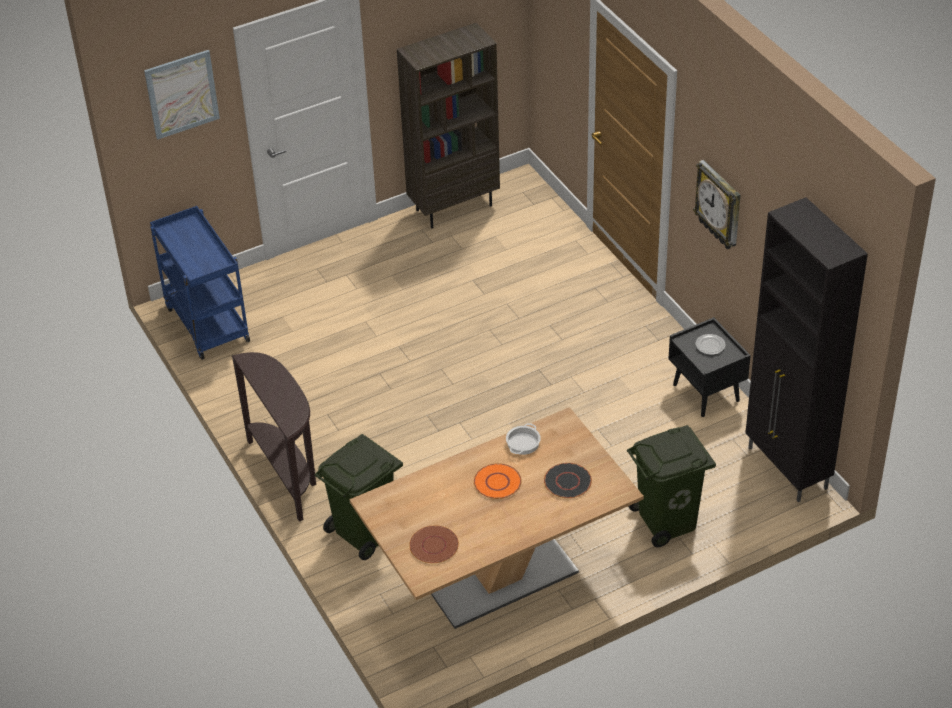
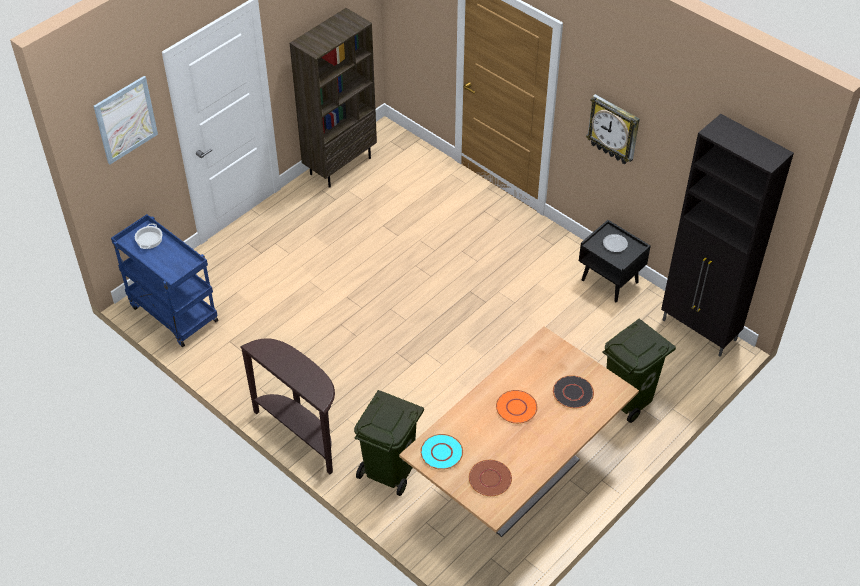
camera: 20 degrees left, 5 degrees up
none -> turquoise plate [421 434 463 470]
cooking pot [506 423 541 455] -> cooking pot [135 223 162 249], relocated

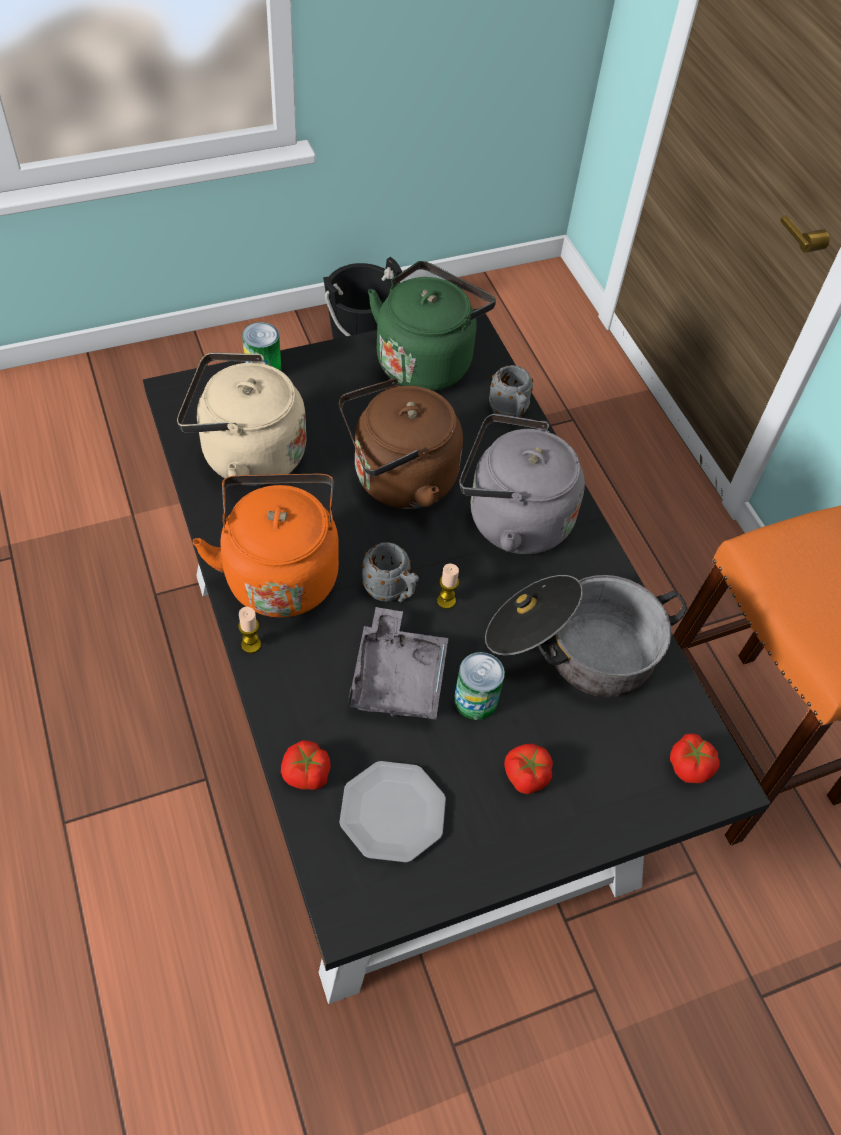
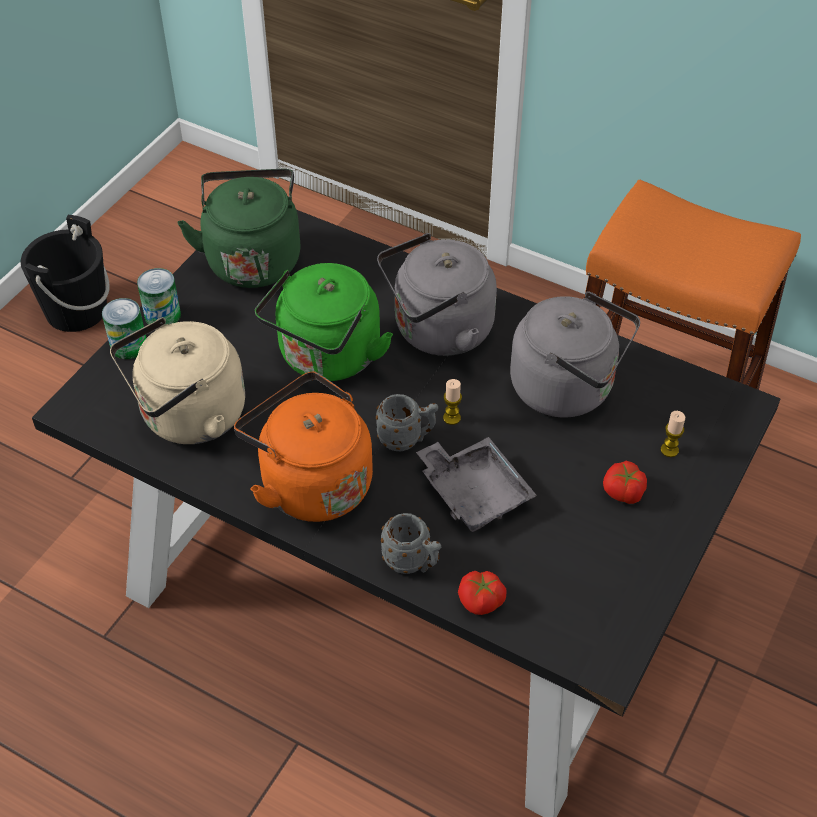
camera: 35 degrees left, 5 degrees down
plate [339 761 446 863] -> none
tomato [670 733 720 783] -> none
candle [238 607 261 653] -> candle [661 411 685 457], relocated
can [454 652 505 720] -> can [137 268 181 325], relocated
grey mug [489 365 533 418] -> grey mug [381 513 441 574], relocated
cooking pot [485 575 686 697] -> grey kettle [510 291 640 418]
brown kettle [339 378 463 509] -> green kettle [255 263 393 381]

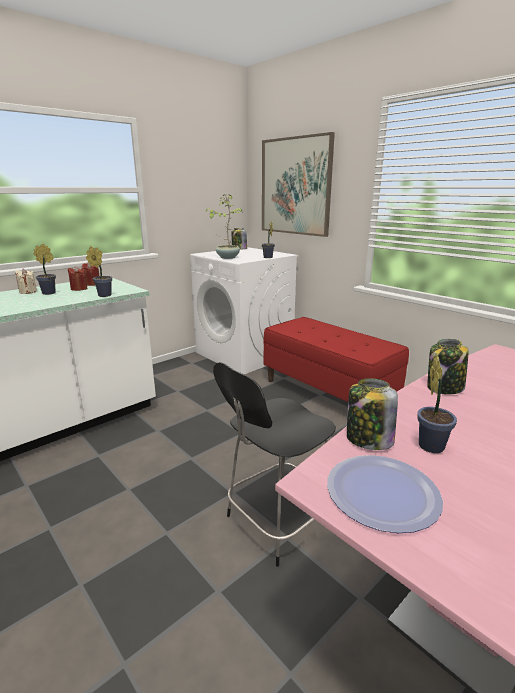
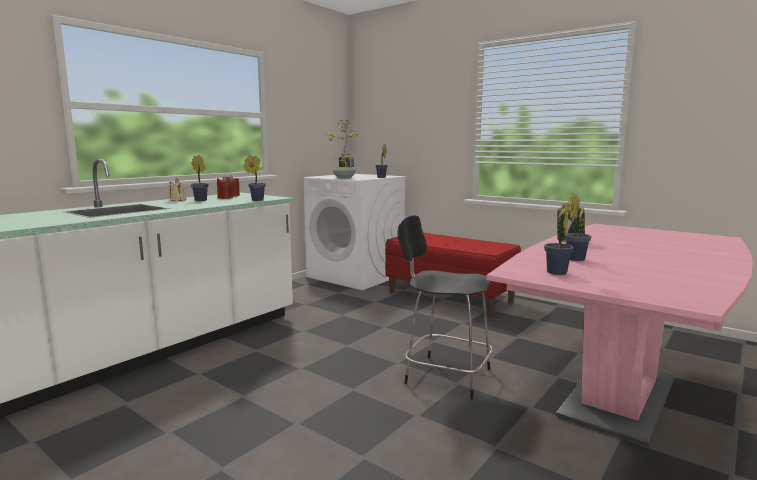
camera: 10 degrees left, 10 degrees down
picture [262 132 335 237] -> none
jar [347 378 398 450] -> none
plate [327 455 443 533] -> potted plant [544 200 574 275]
black chair [213 362 336 567] -> black chair [397 215 493 399], 75 degrees clockwise

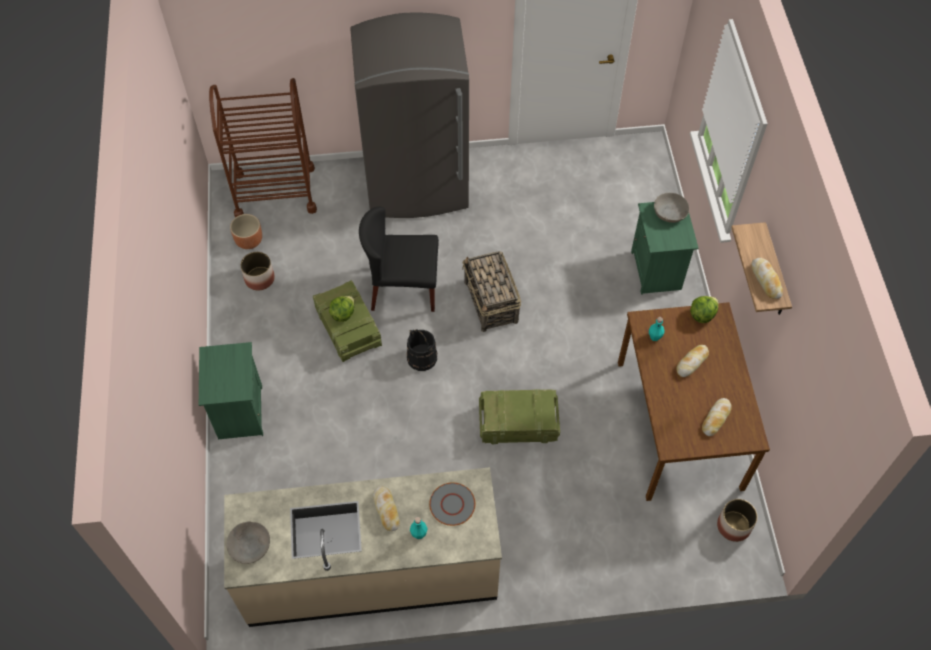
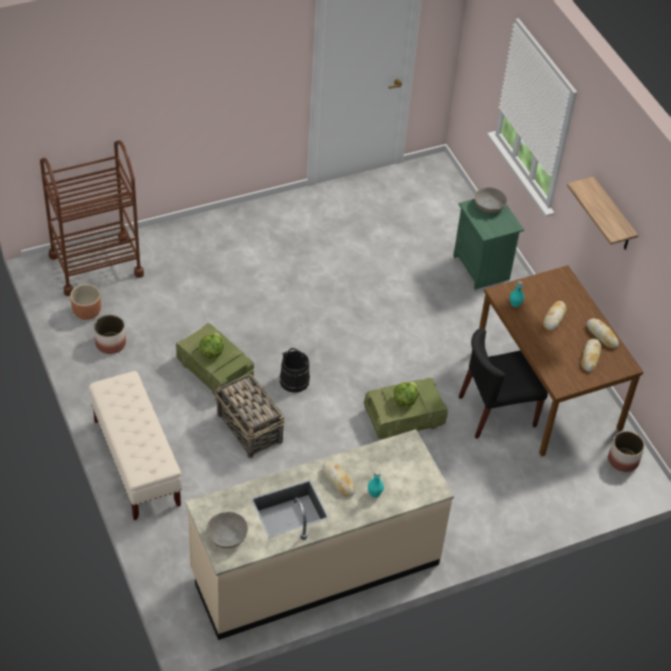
camera: 20 degrees left, 10 degrees down
grey fridge [350 12 469 218] -> none
grey plate [429 482 475 526] -> none
black chair [359 206 439 312] -> black chair [459 328 548 439], relocated
basket [462 251 521 332] -> basket [215 374 285 458], relocated
lettuce [690 296 718 323] -> lettuce [394 382 418 407], relocated
bread [752 258 783 299] -> bread [587 318 619 348], relocated
green nightstand [199 342 263 439] -> beige bench [89 371 182 520]

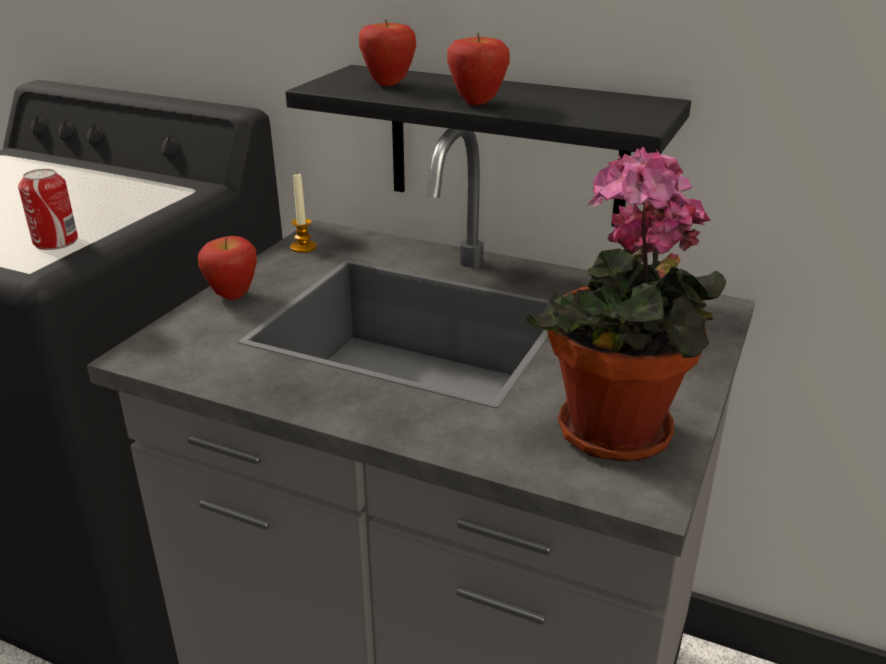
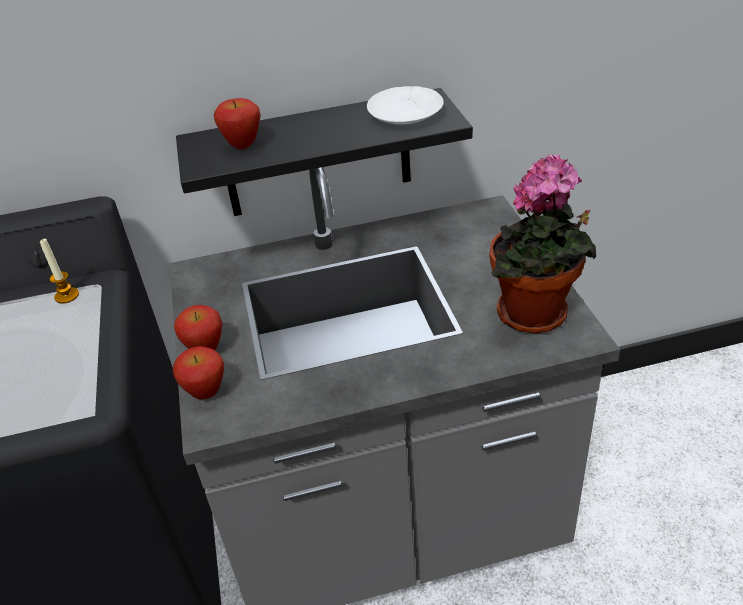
camera: 35 degrees left, 10 degrees up
can [18 169 78 250] -> none
none -> white plate [367 86 444 125]
candle [290 174 317 253] -> candle [40 239 79 304], relocated
apple [447 33 510 105] -> apple [173 346 224 399], relocated

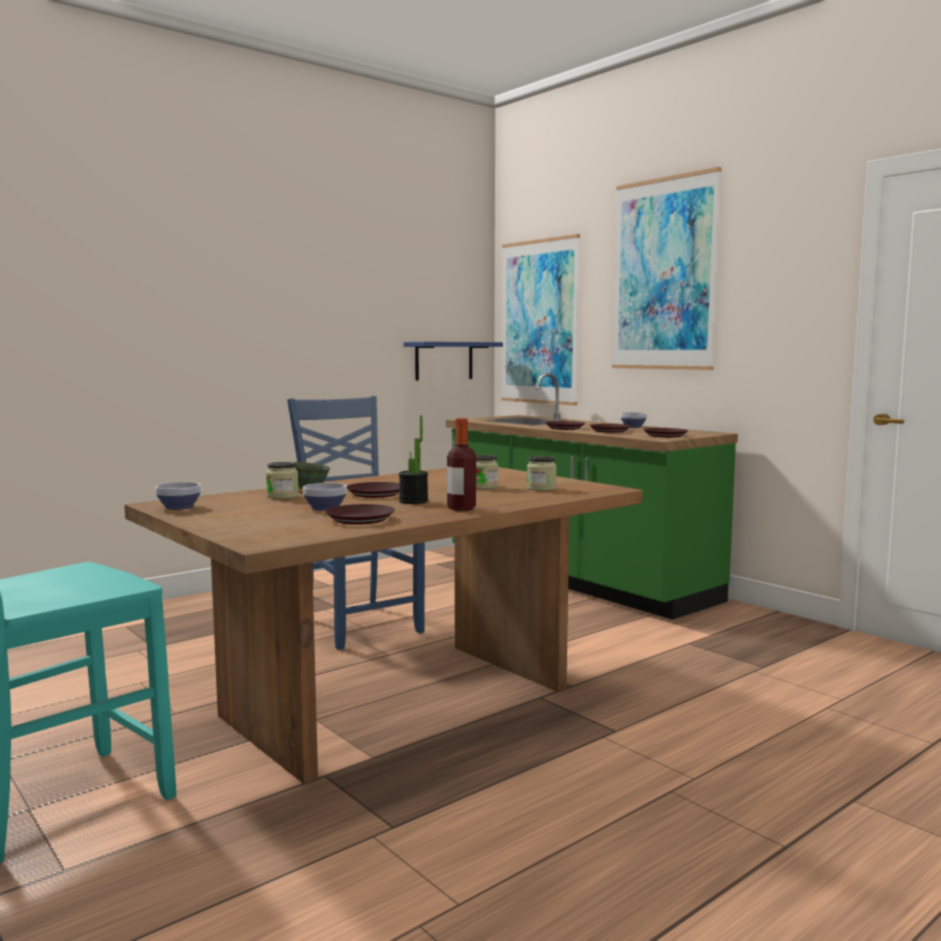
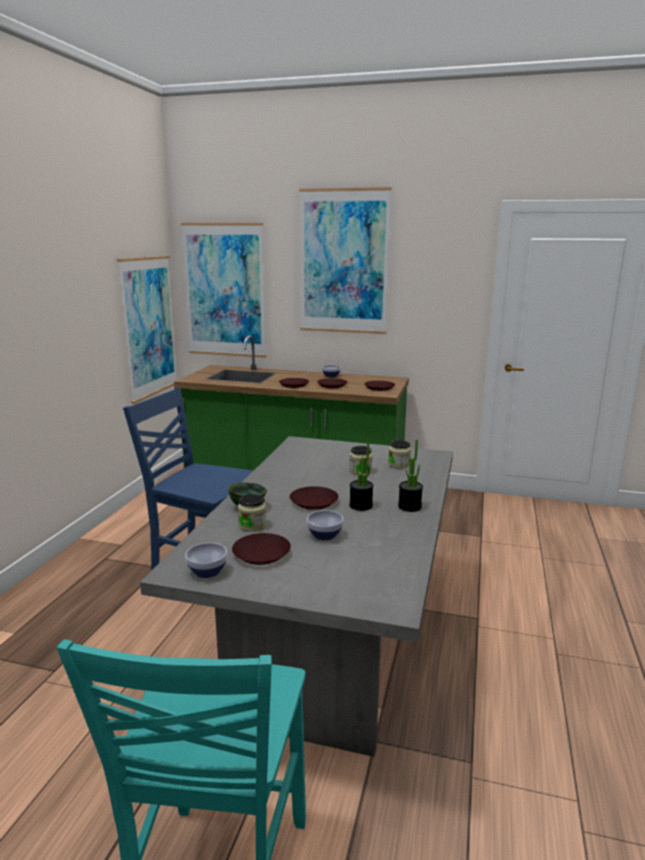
camera: 35 degrees left, 10 degrees up
brown plate [325 504 395 525] -> brown plate [232 533 291 565], relocated
blue shelf [404 342 503 380] -> picture [117 256 177 404]
bottle [447 418 476 511] -> potted plant [398 440 423 512]
brown dining table [124 467 643 785] -> grey dining table [140 436 453 757]

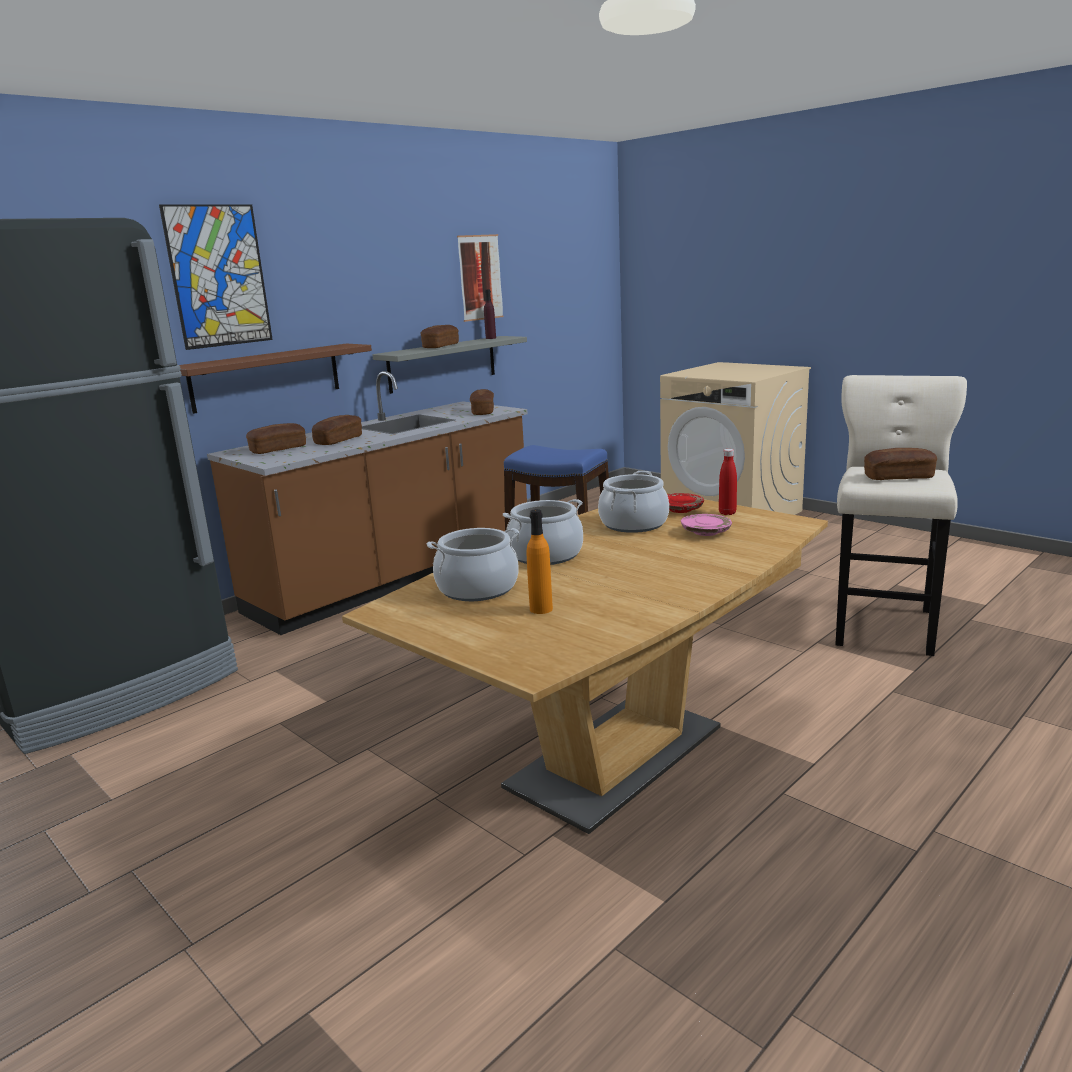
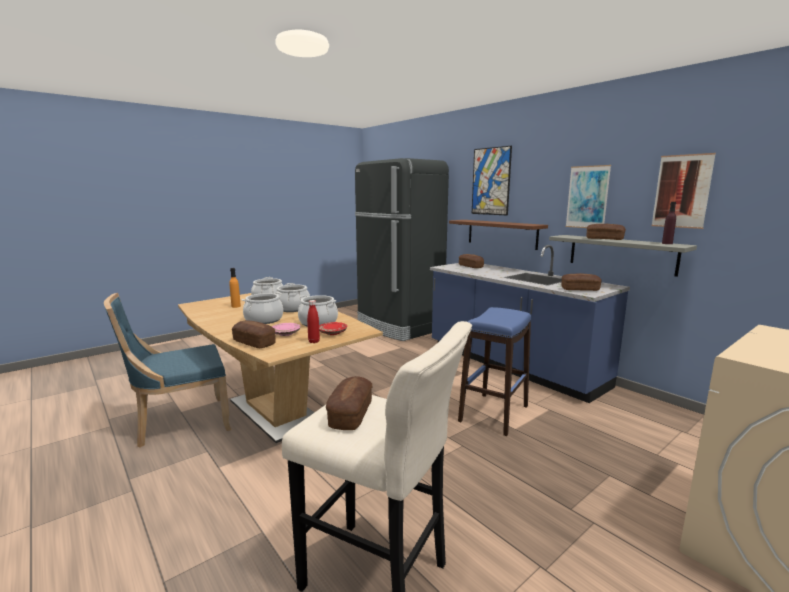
camera: 95 degrees right, 5 degrees down
none -> blue chair [104 293 232 448]
none -> cooking pot [241 292 283 324]
none -> picture [565 165 611 228]
bread [312 415 362 445] -> bread [232 320 276 348], relocated
brown counter [207 371 528 635] -> blue counter [430 245 630 403]

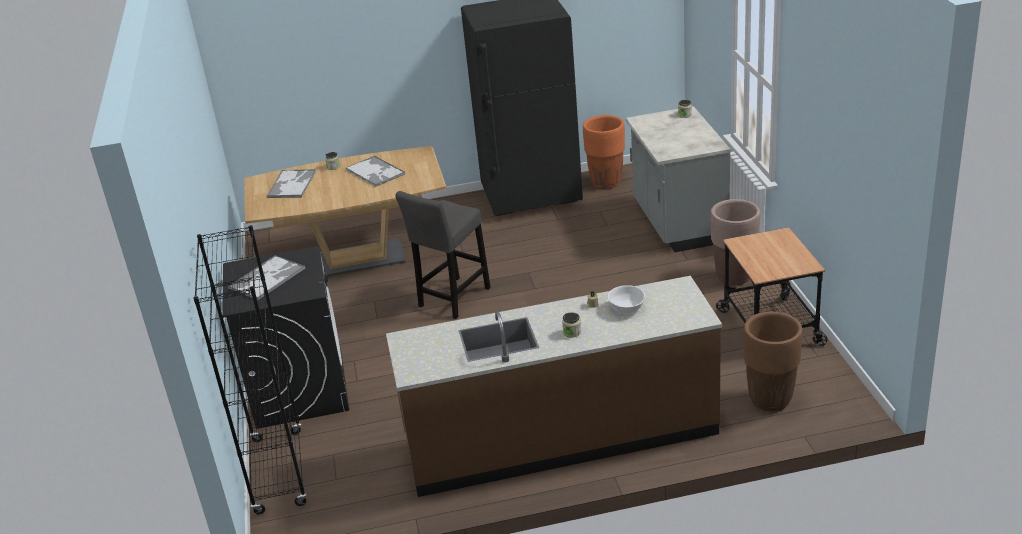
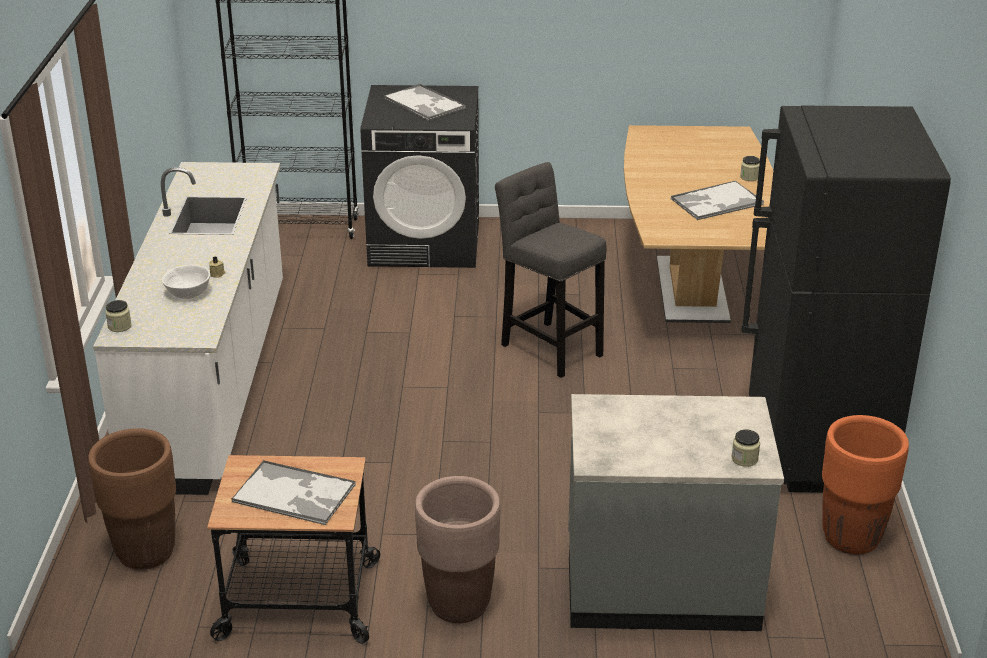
camera: 100 degrees right, 0 degrees up
tray [266 169 316 198] -> tray [231 460 355 525], relocated
jar [562 312 581 338] -> jar [105 300 132 332], relocated
brown counter [386 276 722 497] -> white counter [93 162 283 495]

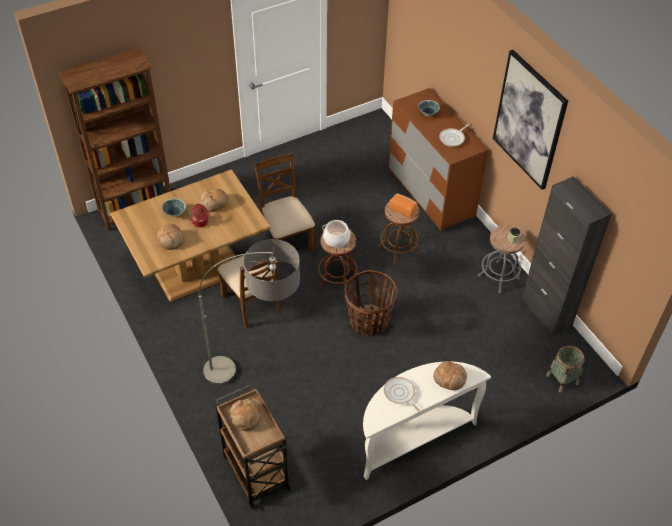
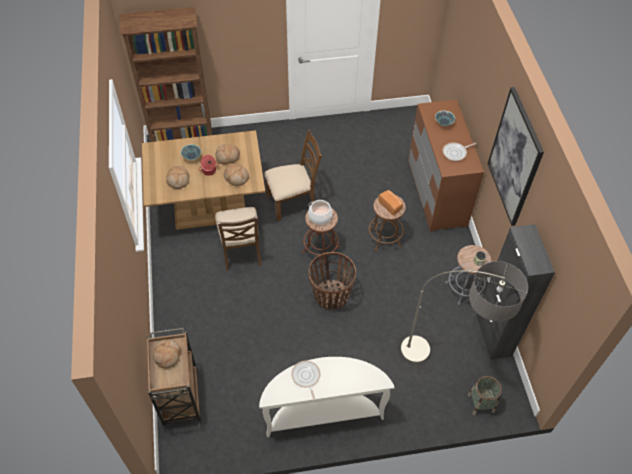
camera: 20 degrees right, 5 degrees up
floor lamp [199 239 300 385] -> floor lamp [401 261 528 363], relocated
bread [433 361 467 390] -> bread [224 163 249 186], relocated
brown chair [254 153 315 252] -> brown chair [264 130 322 221], 75 degrees clockwise

